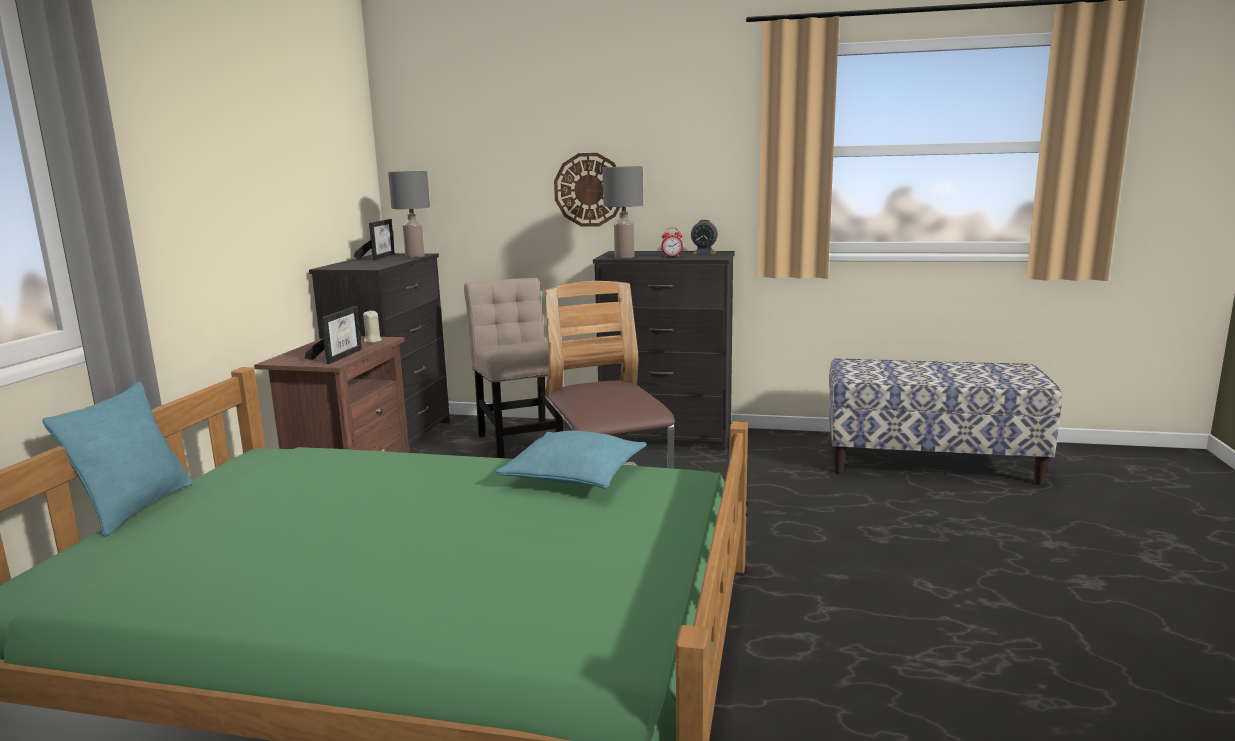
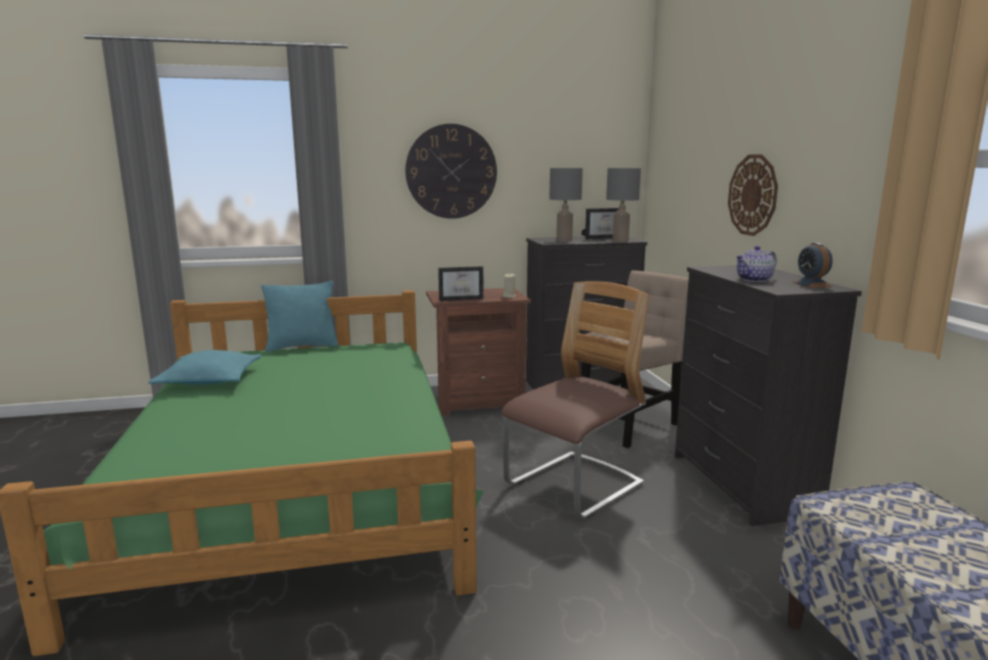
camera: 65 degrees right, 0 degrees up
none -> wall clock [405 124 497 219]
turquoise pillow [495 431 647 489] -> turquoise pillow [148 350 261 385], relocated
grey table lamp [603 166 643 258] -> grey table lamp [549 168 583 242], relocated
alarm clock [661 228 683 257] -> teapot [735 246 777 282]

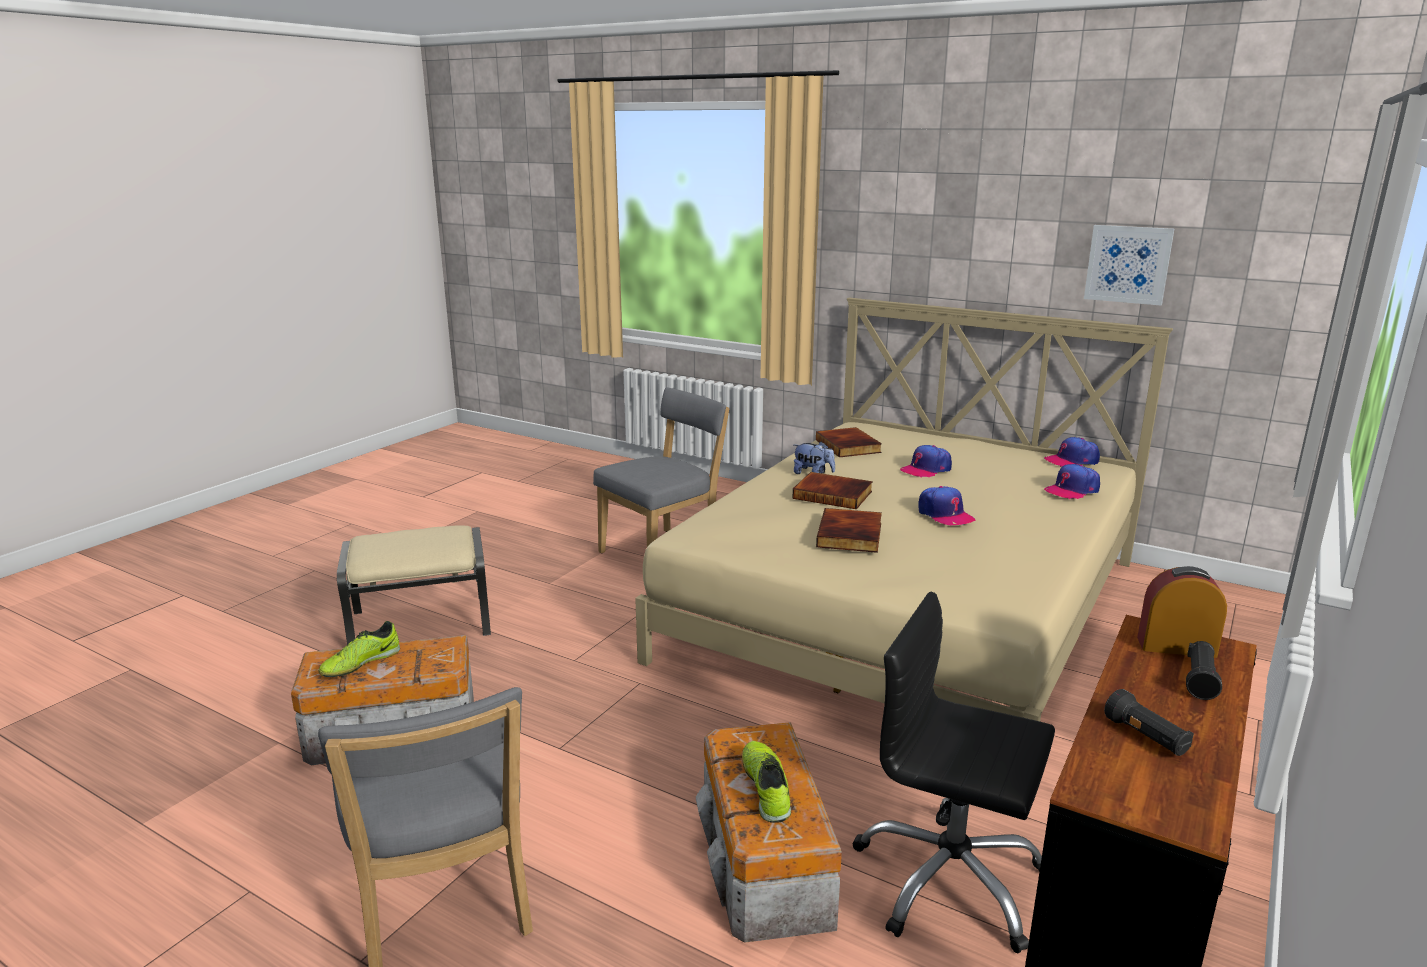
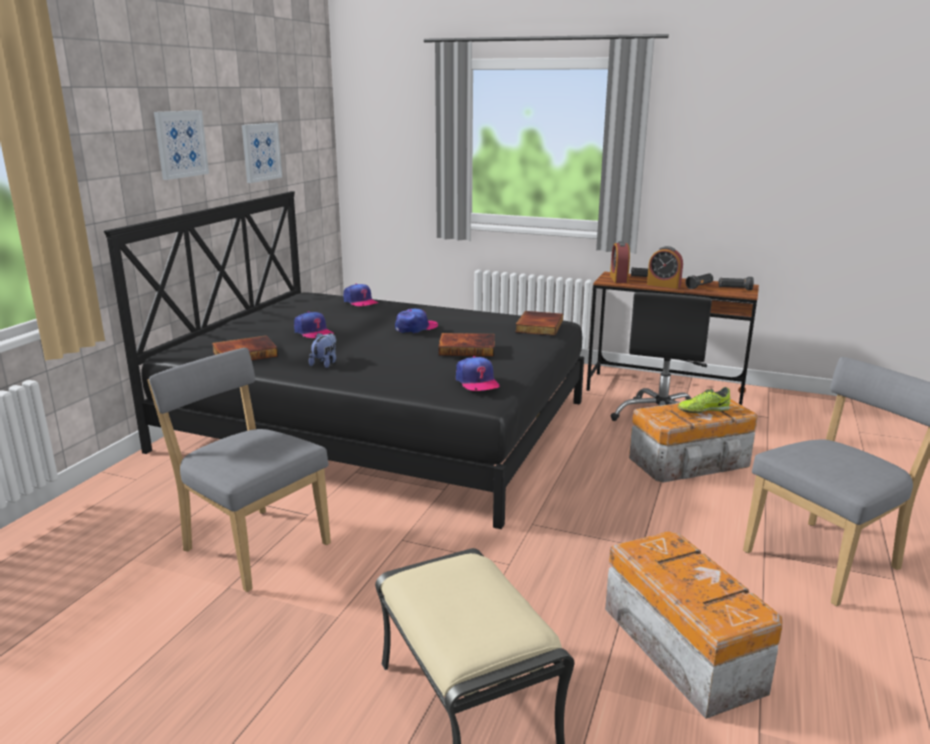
camera: 100 degrees left, 0 degrees up
shoe [319 621 400 677] -> none
none -> picture [154 110 209 180]
none -> alarm clock [647 246 683 289]
none -> black flashlight [718 277 754 290]
book [793 472 873 509] -> book [515 311 563 336], relocated
cap [1044 437 1100 467] -> cap [456 356 500 391], relocated
beige bed [635 297 1173 721] -> black bed [104 191 584 529]

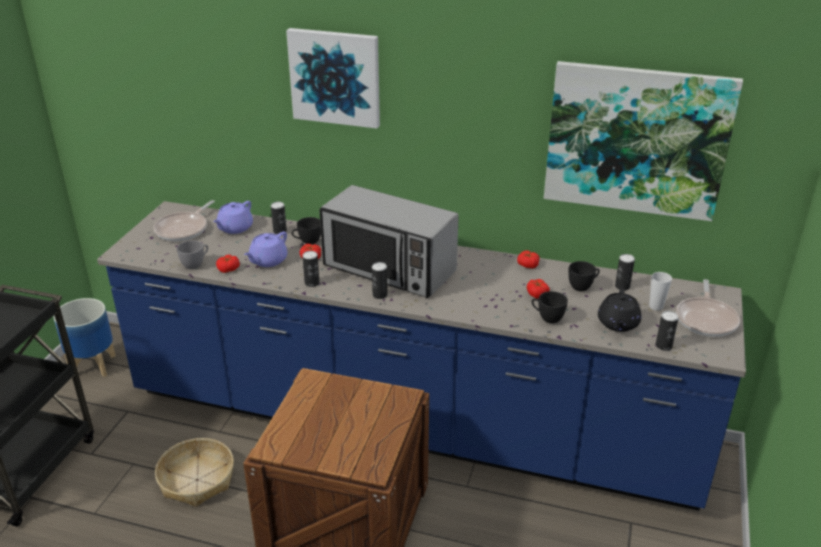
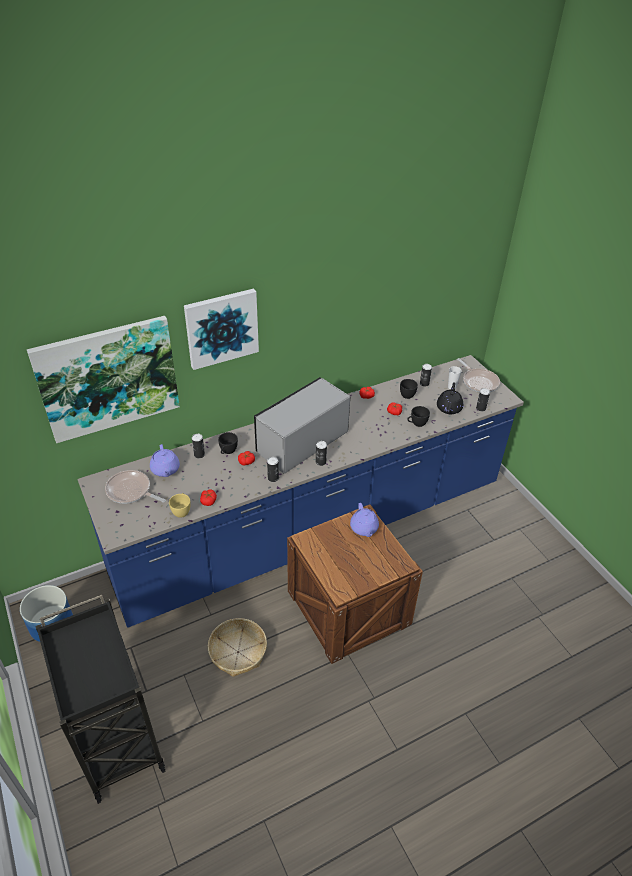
camera: 45 degrees left, 10 degrees up
purple teapot [244 232 288 267] -> purple teapot [350 503 379 537], relocated
picture [544 61 743 221] -> picture [27 316 180 443], relocated
grey cup [177 240 208 269] -> yellow cup [169 493 191 518]
frying pan [154 200 215 241] -> frying pan [105 470 166 504], 135 degrees clockwise
microwave [319 185 459 298] -> microwave [254 377 350 473], 150 degrees clockwise
black teapot [598 288 642 332] -> black teapot [437 382 464 414], 135 degrees counterclockwise

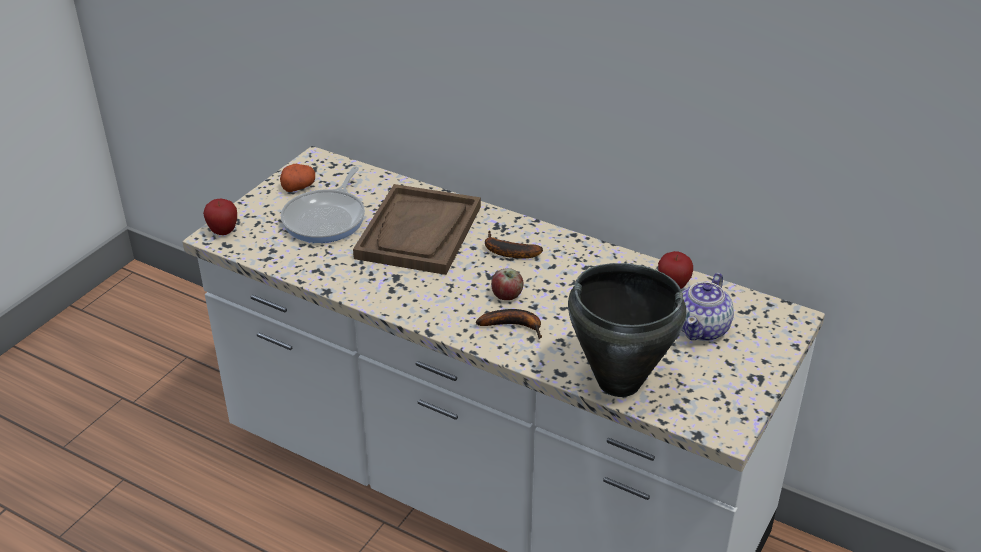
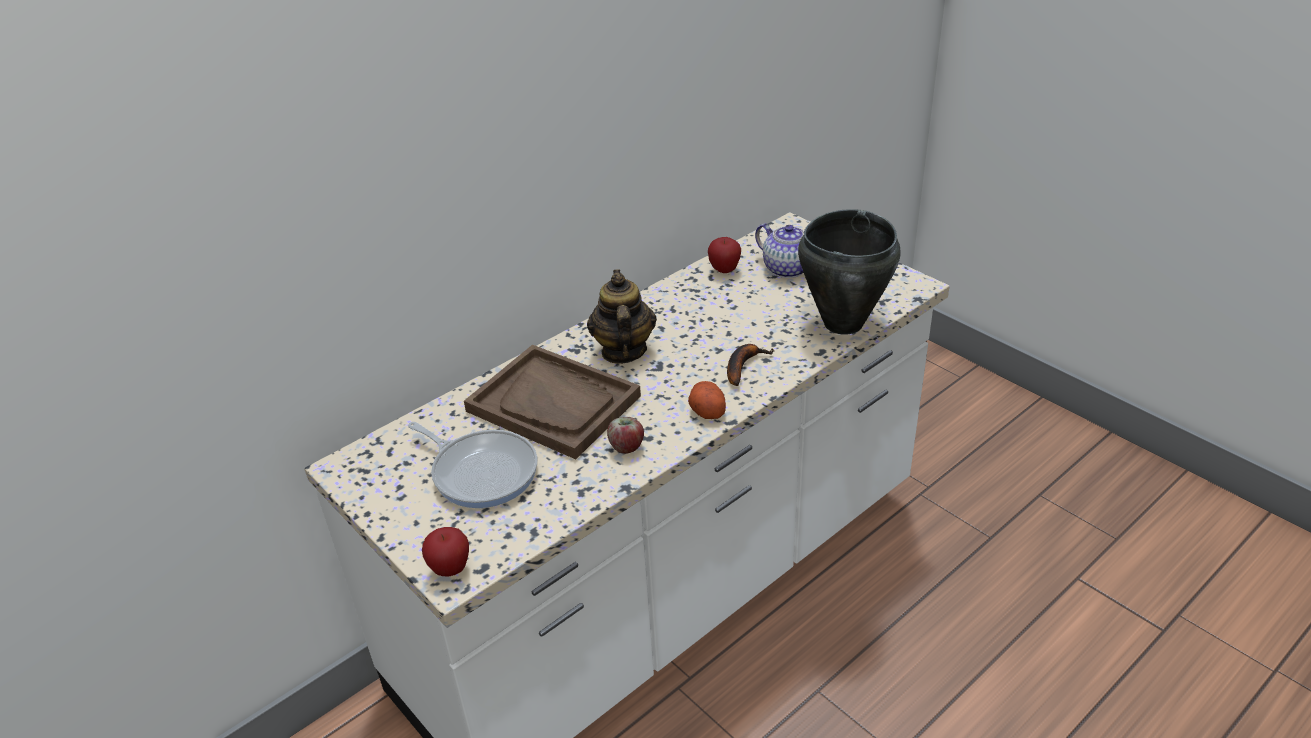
camera: 70 degrees left, 0 degrees up
potato [280 164 315 192] -> potato [688 381 726 419], relocated
apple [491 268 524 300] -> apple [607 417 644 454], relocated
banana [485 230 543 259] -> teapot [587 270 657 364]

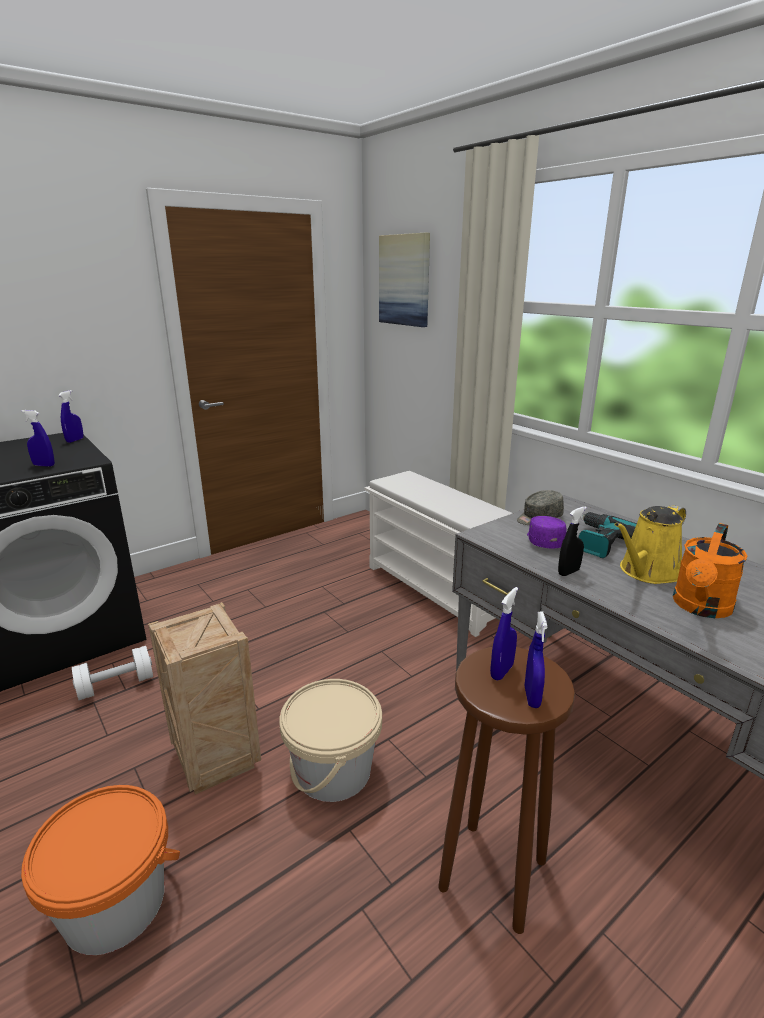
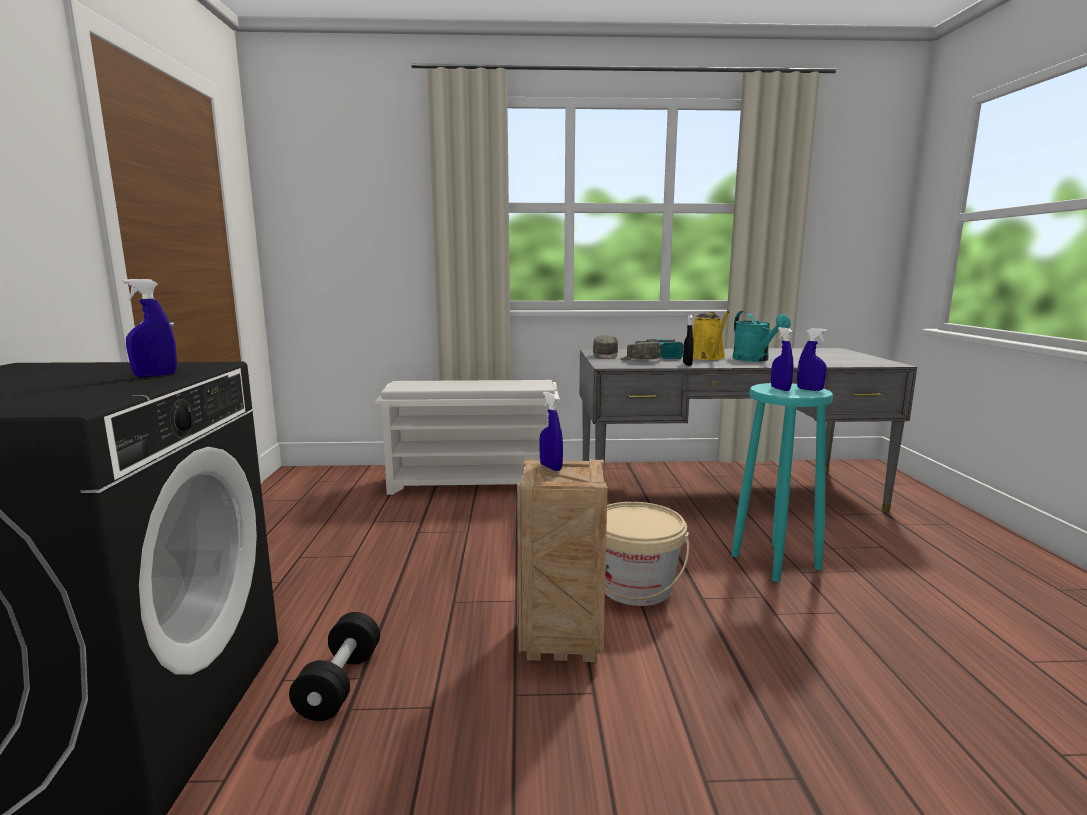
camera: 55 degrees left, 10 degrees down
orange bucket [21 785 180 955] -> none
picture [379 233 430 327] -> none
blue spray bottle [58 390 83 443] -> blue spray bottle [539 392 563 471], relocated
white dumbbell [72 646 153 700] -> black dumbbell [289 612 380 721]
brown stool [438 647 575 934] -> turquoise stool [731 383 833 582]
purple cap [527 516 566 549] -> grey cap [620 341 661 361]
orange watering can [673 523 747 618] -> turquoise watering can [732 311 791 362]

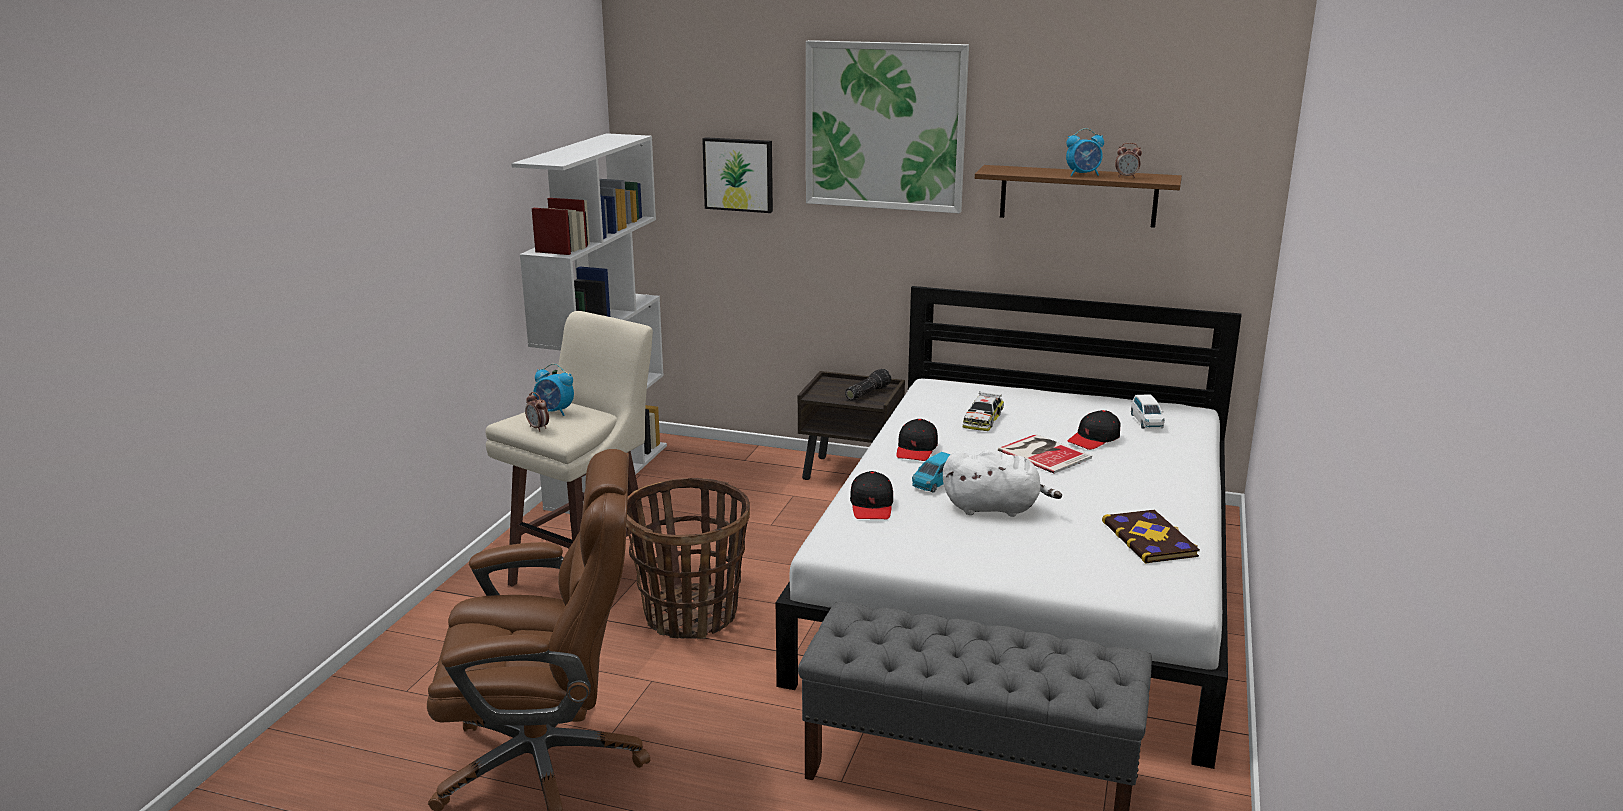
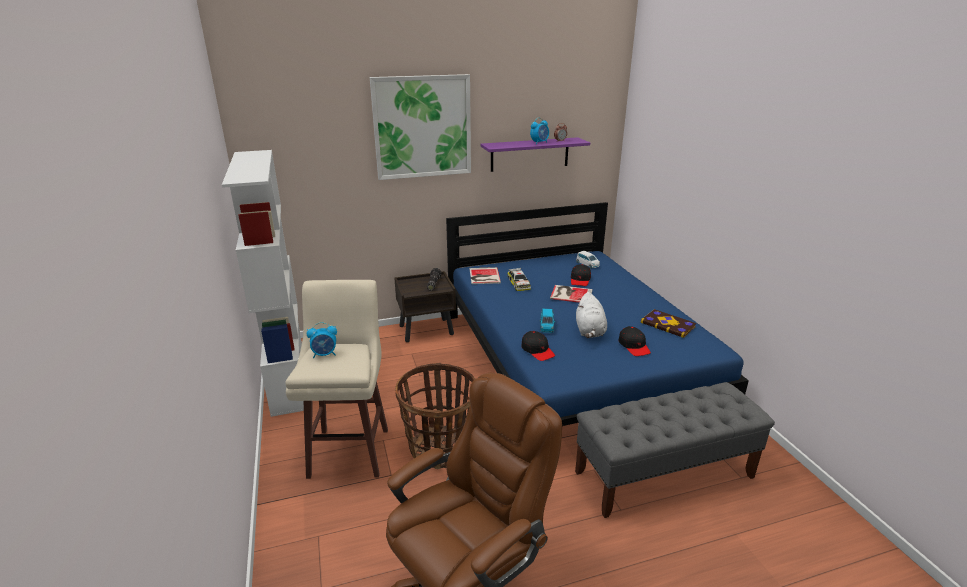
camera: 35 degrees left, 5 degrees up
alarm clock [525 392 549 431] -> none
picture [702 137 773 213] -> none
none -> book [469 267 501 284]
black cap [896 419 938 461] -> black cap [618 326 651 356], relocated
white bed [776 286 1242 769] -> blue bed [446 202 749 426]
brown shelf [975 165 1182 228] -> purple shelf [481 137 590 172]
white plush toy [943 449 1062 517] -> white plush toy [576 292 607 338], 120 degrees clockwise

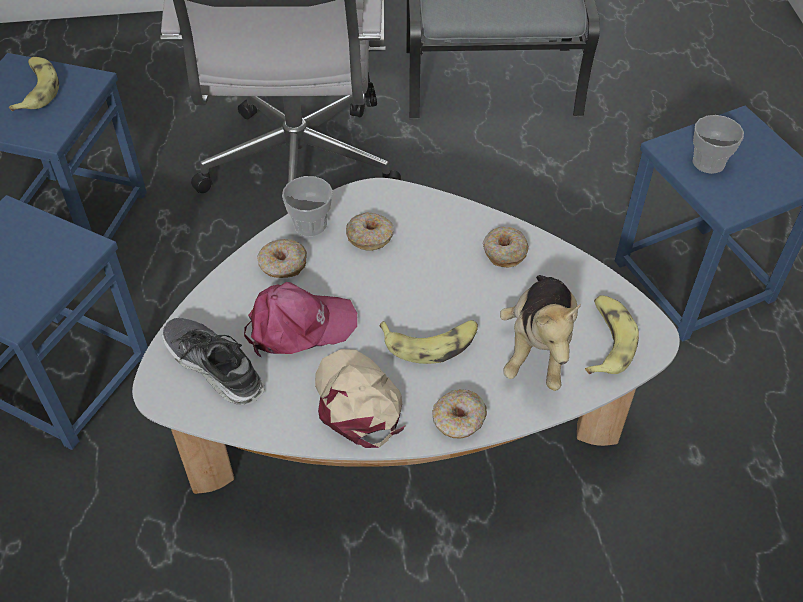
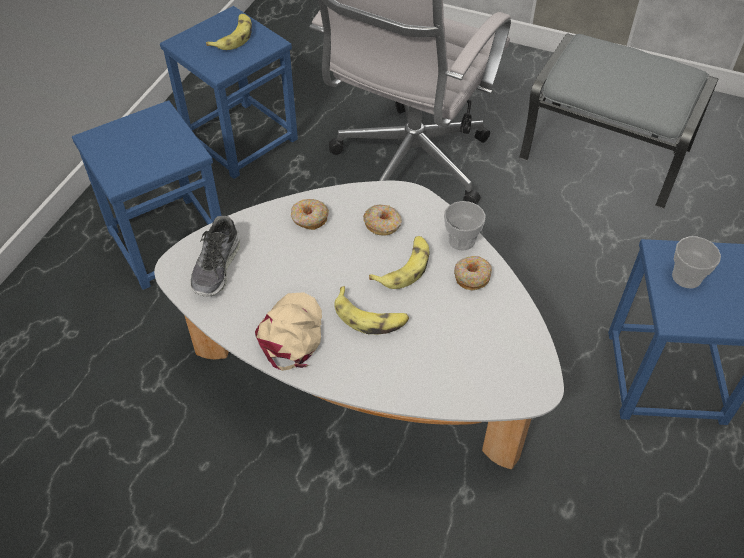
camera: 30 degrees right, 0 degrees up
pink cap [244 282 357 358] -> none
donut [432 389 487 439] -> none
plush toy [500 275 581 391] -> none
cup [282 176 333 236] -> cup [444 201 486 250], relocated
banana [585 295 639 374] -> banana [369 236 429 289], relocated
shoe [162 318 265 405] -> shoe [190 216 240 296], 150 degrees counterclockwise

